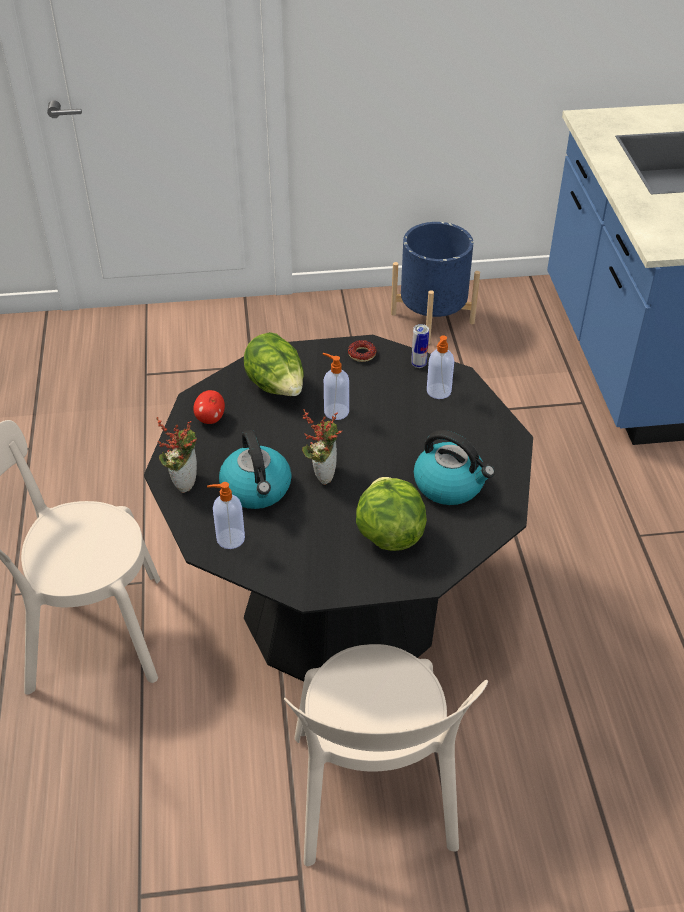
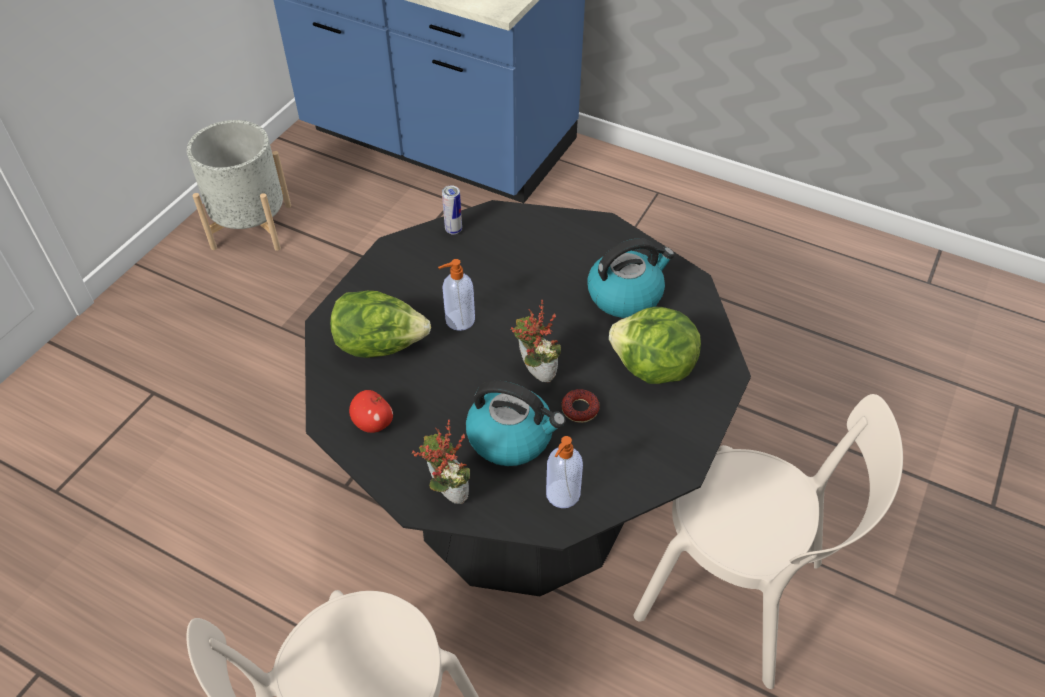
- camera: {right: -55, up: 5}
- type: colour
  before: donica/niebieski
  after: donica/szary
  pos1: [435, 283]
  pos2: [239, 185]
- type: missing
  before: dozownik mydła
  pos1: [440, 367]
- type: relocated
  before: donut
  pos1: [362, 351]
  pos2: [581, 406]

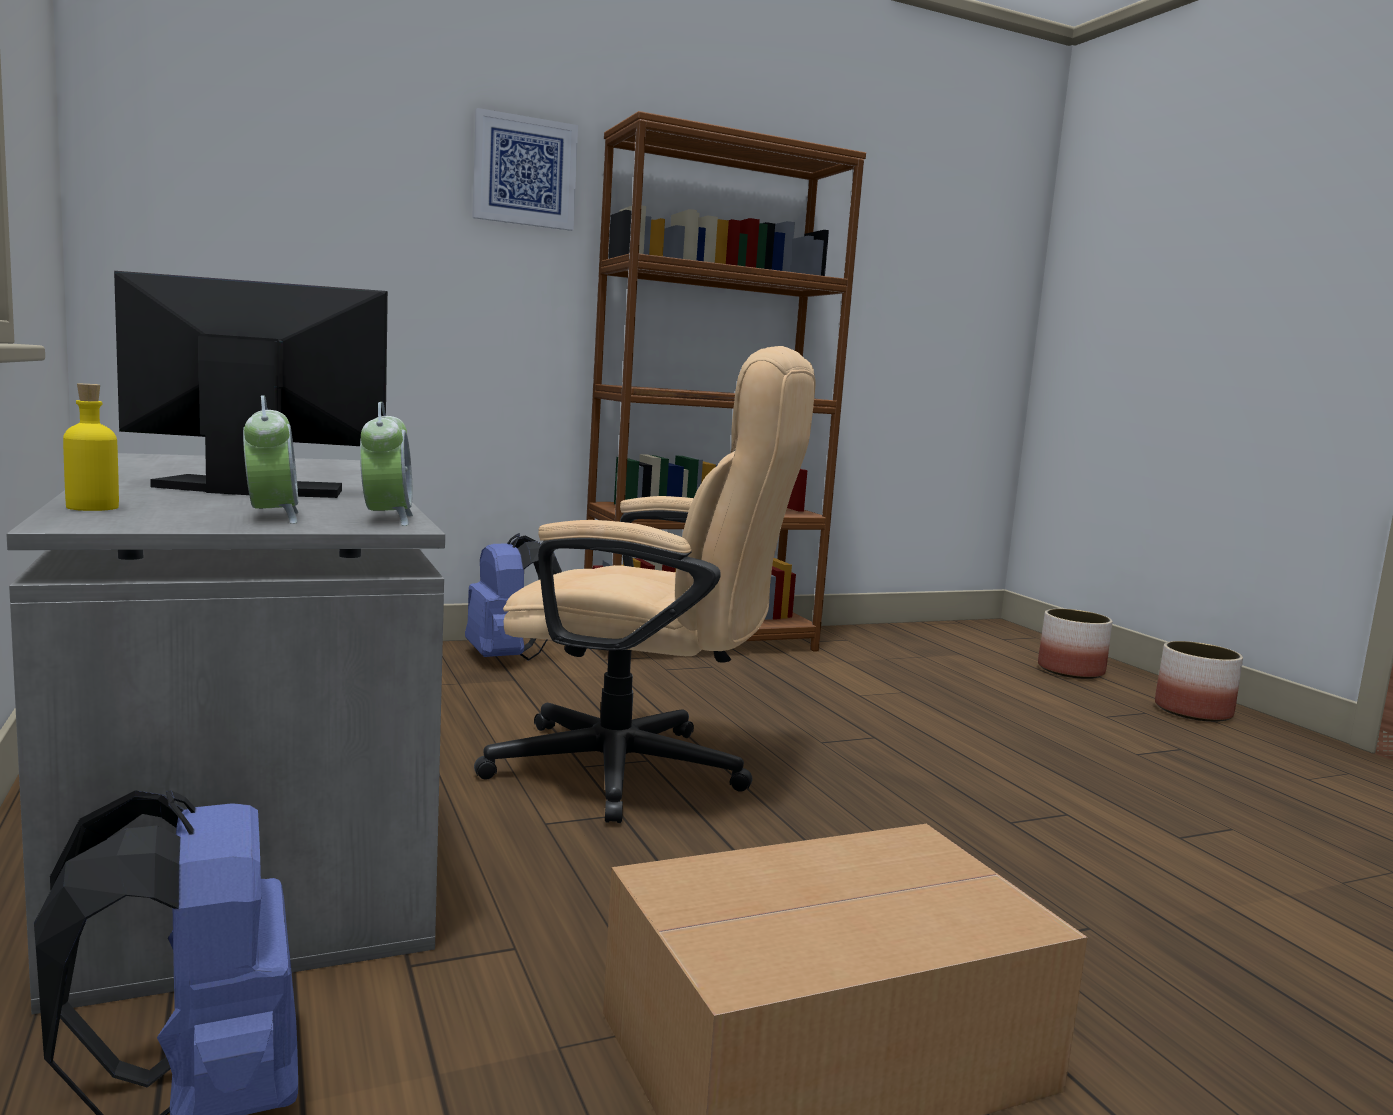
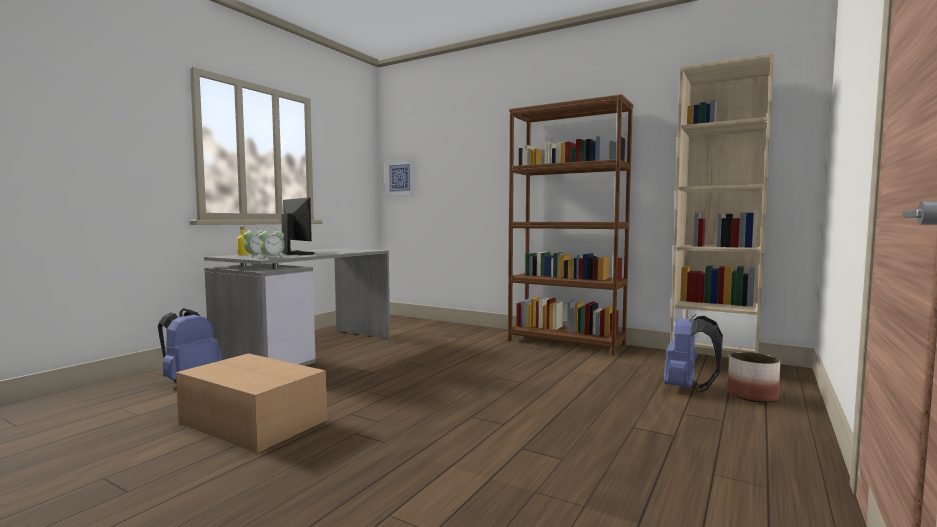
- camera: {right: 55, up: -5}
- type: relocated
  before: obraz
  pos1: [525, 169]
  pos2: [400, 177]
- type: missing
  before: krzesło biurowe/beżowy
  pos1: [645, 584]
- type: relocated
  before: plecak/niebieski
  pos1: [513, 597]
  pos2: [693, 353]
- type: missing
  before: donica
  pos1: [1199, 681]
- type: appeared
  after: regał/beżowy
  pos2: [722, 203]

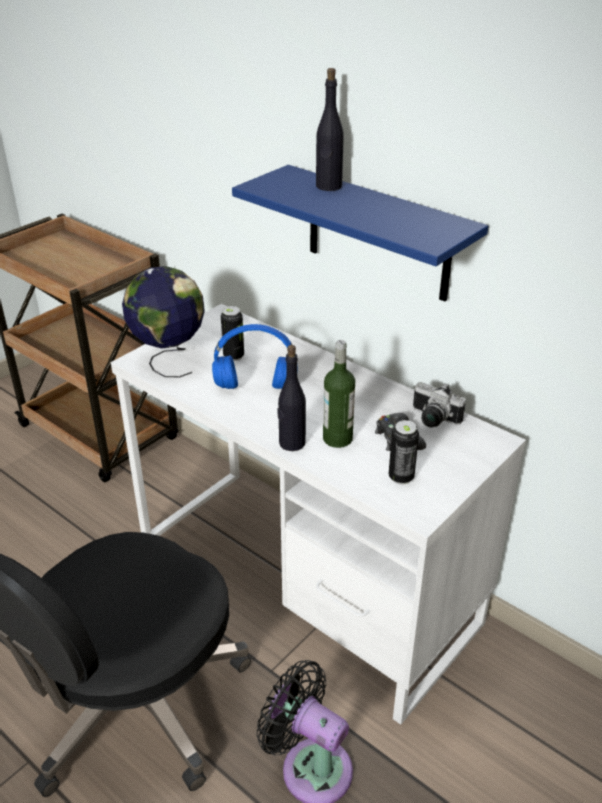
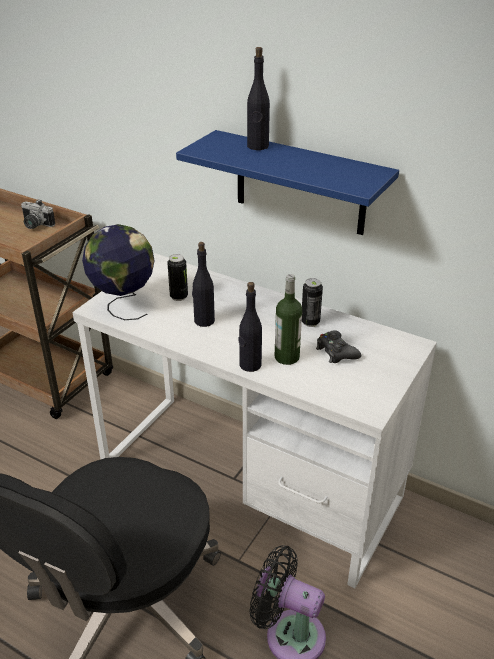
- camera: {right: -10, up: 0}
- type: exchanged
  before: słuchawki/niebieski
  after: butelka/czarny
  pos1: [252, 356]
  pos2: [203, 284]
- type: relocated
  before: aparat fotograficzny
  pos1: [439, 404]
  pos2: [38, 214]
- type: relocated
  before: puszka
  pos1: [404, 452]
  pos2: [312, 302]

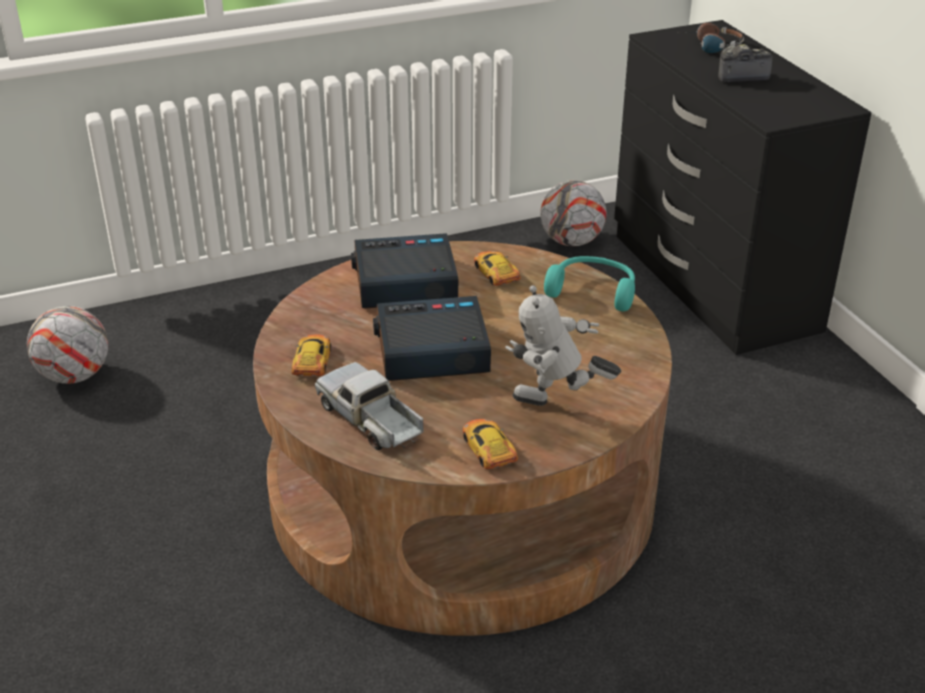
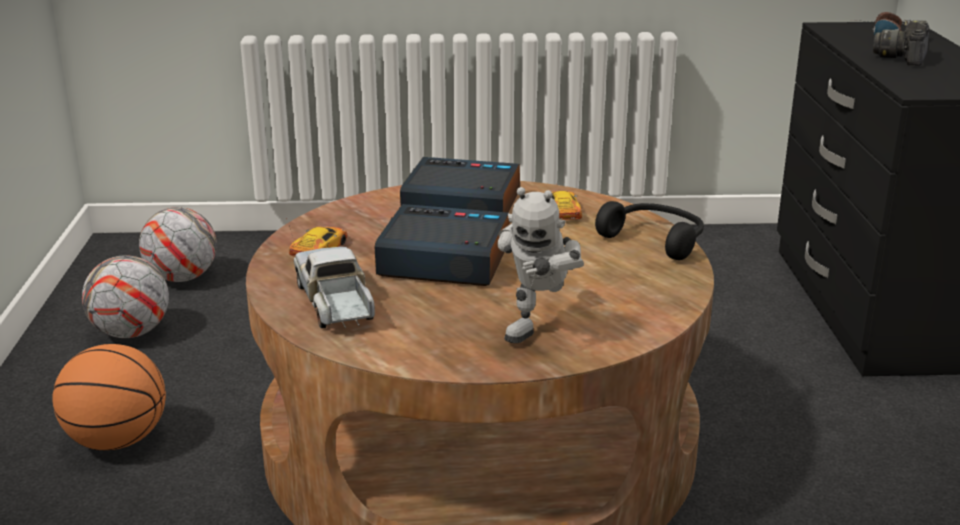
- camera: {right: 20, up: -10}
- type: spun
  before: aparat fotograficzny
  pos1: [745, 63]
  pos2: [901, 43]
  turn: -75
- type: relocated
  before: piłka futbolowa
  pos1: [573, 213]
  pos2: [125, 296]
- type: colour
  before: słuchawki/turkusowy
  after: słuchawki/czarny
  pos1: [589, 283]
  pos2: [649, 230]
- type: spun
  before: robot zabawkowy
  pos1: [563, 345]
  pos2: [540, 265]
  turn: -90
- type: missing
  before: samochodzik
  pos1: [490, 444]
- type: appeared
  after: piłka do koszykówki
  pos2: [109, 397]

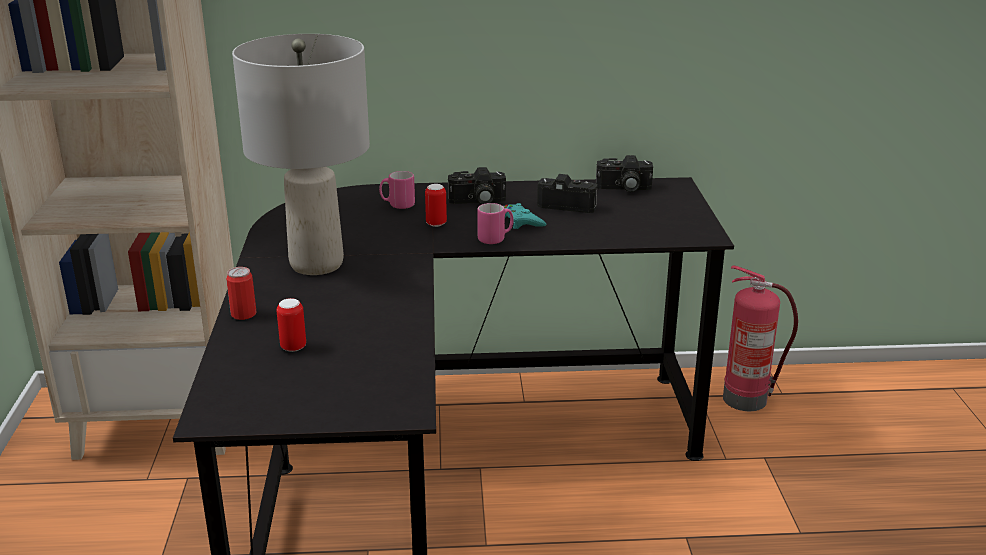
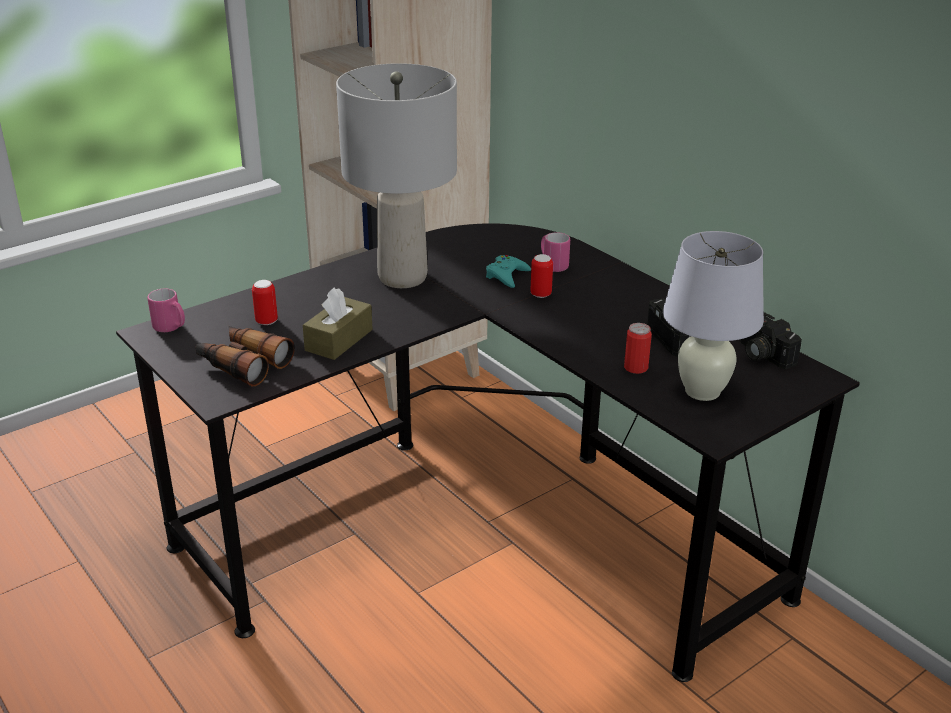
- camera: {right: 55, up: 5}
- type: missing
  before: aparat fotograficzny
  pos1: [477, 186]
- type: relocated
  before: kubek/różowy
  pos1: [495, 223]
  pos2: [166, 310]
- type: relocated
  before: pad do gier/turkusowy
  pos1: [524, 216]
  pos2: [508, 271]
- type: missing
  before: gaśnica
  pos1: [760, 338]
- type: relocated
  before: puszka
  pos1: [241, 293]
  pos2: [638, 348]
- type: appeared
  after: lampa stołowa/biały
  pos2: [713, 316]
- type: appeared
  after: pudełko chusteczek/brązowy
  pos2: [338, 323]
- type: appeared
  after: lornetka
  pos2: [245, 356]

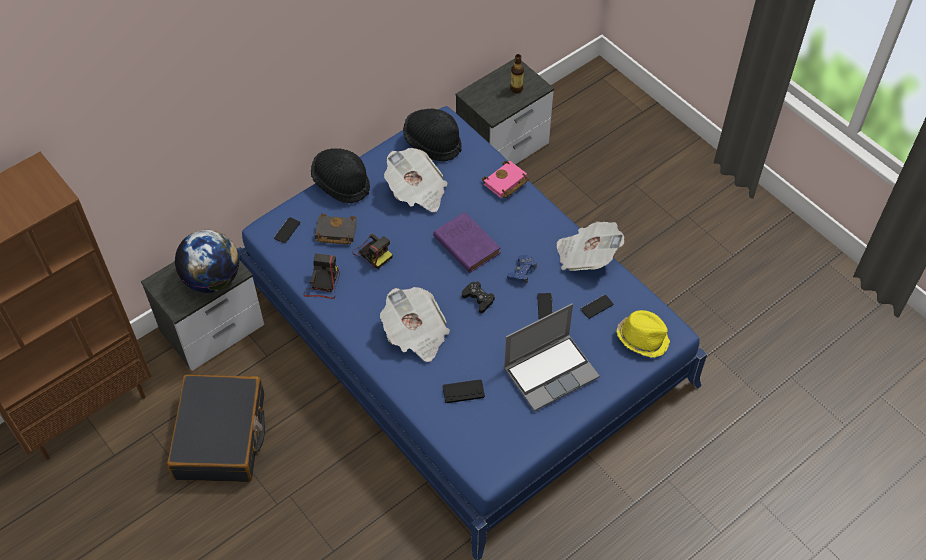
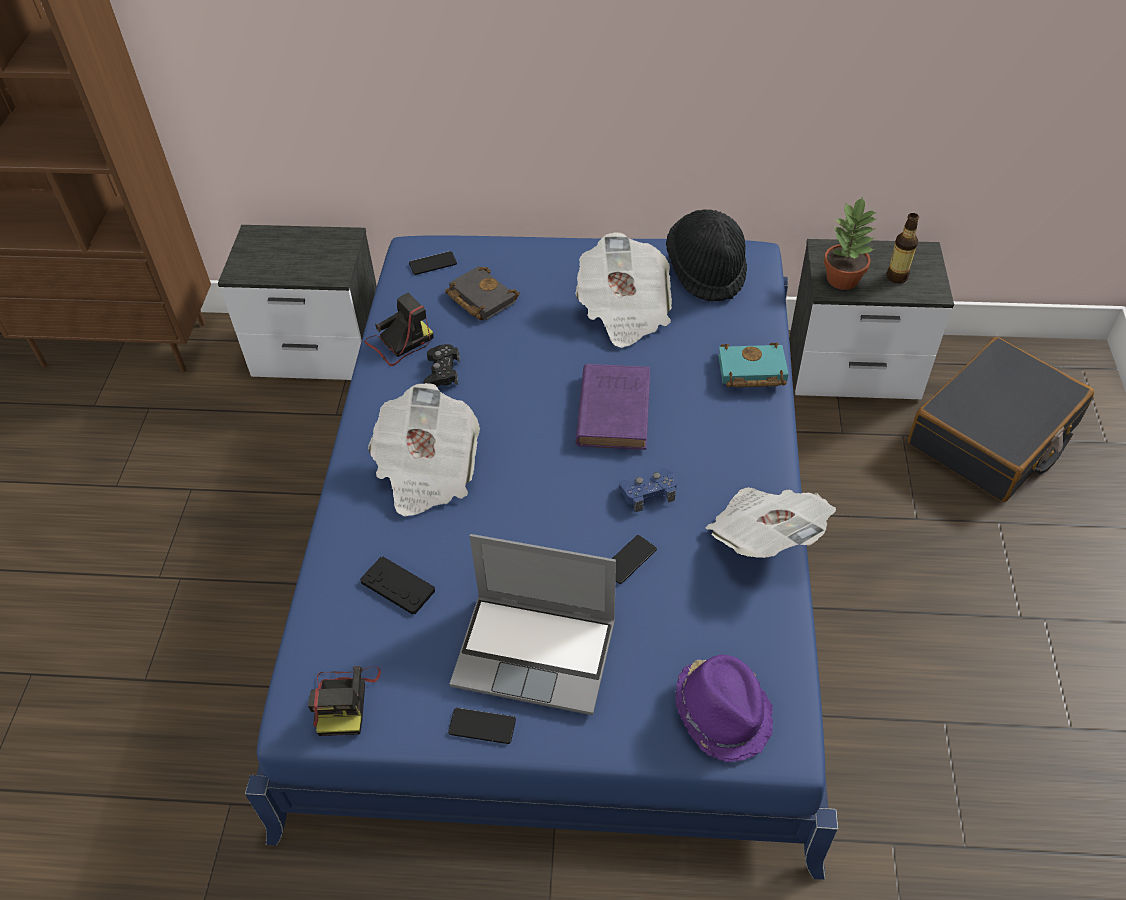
- camera: {right: 45, up: -5}
- type: missing
  before: kapelusz/czarny
  pos1: [340, 175]
- type: colour
  before: książka/różowy
  after: książka/turkusowy
  pos1: [505, 179]
  pos2: [753, 364]
- type: missing
  before: globus
  pos1: [207, 261]
- type: relocated
  before: aparat fotograficzny
  pos1: [372, 251]
  pos2: [344, 701]
- type: relocated
  before: pad do gier/czarny
  pos1: [478, 297]
  pos2: [442, 365]
- type: relocated
  before: telefon
  pos1: [597, 307]
  pos2: [482, 726]
- type: colour
  before: kapelusz/żółty
  after: kapelusz/fioletowy
  pos1: [643, 334]
  pos2: [724, 708]
- type: relocated
  before: walizka/czarny
  pos1: [216, 428]
  pos2: [1001, 419]
- type: appeared
  after: roślina doniczkowa
  pos2: [851, 243]

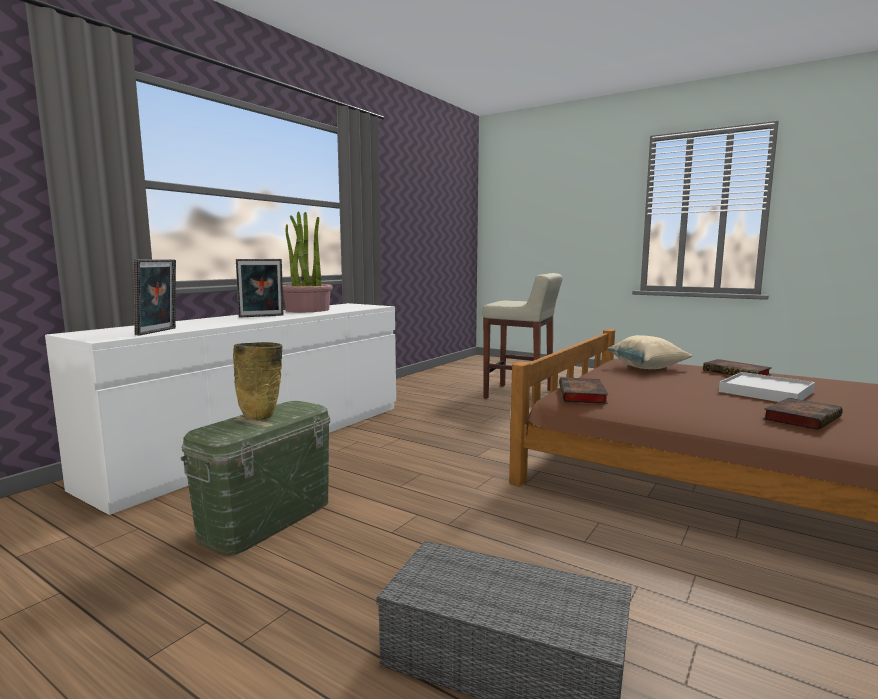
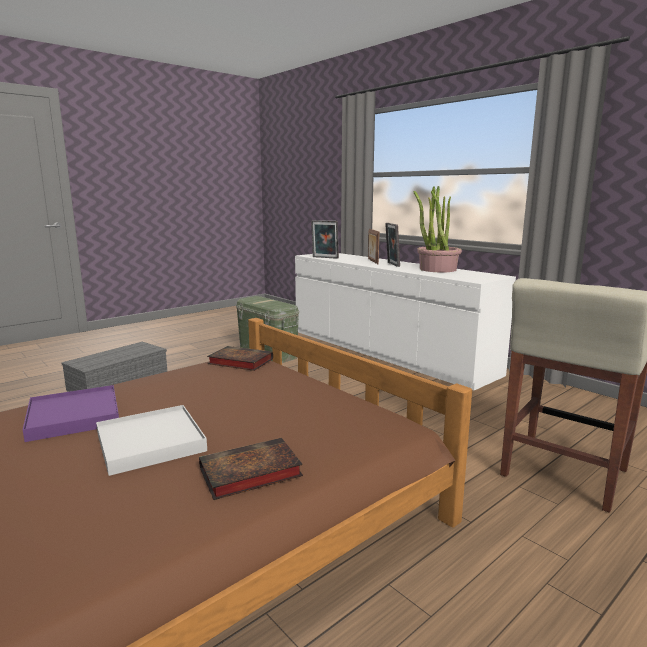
- camera: {right: 105, up: 5}
- type: missing
  before: poduszka/beżowy
  pos1: [650, 352]
- type: missing
  before: wazon/beżowy
  pos1: [258, 381]
- type: exchanged
  before: książka
  after: taca/fioletowy
  pos1: [803, 414]
  pos2: [70, 413]
- type: appeared
  after: ramka na zdjęcie
  pos2: [373, 246]

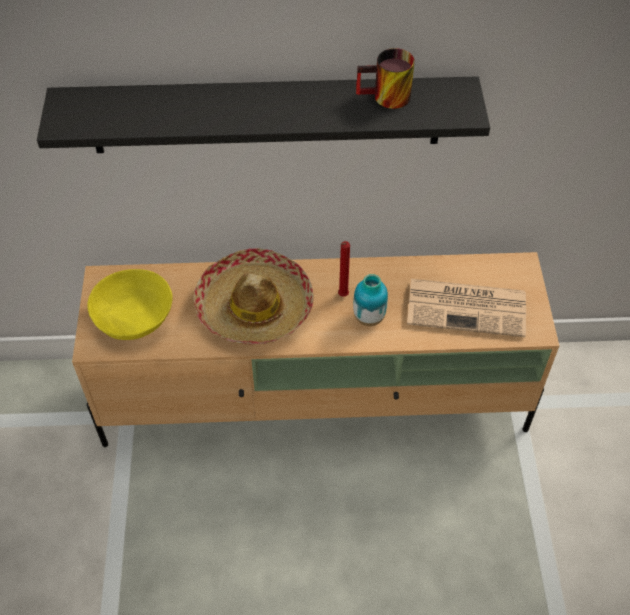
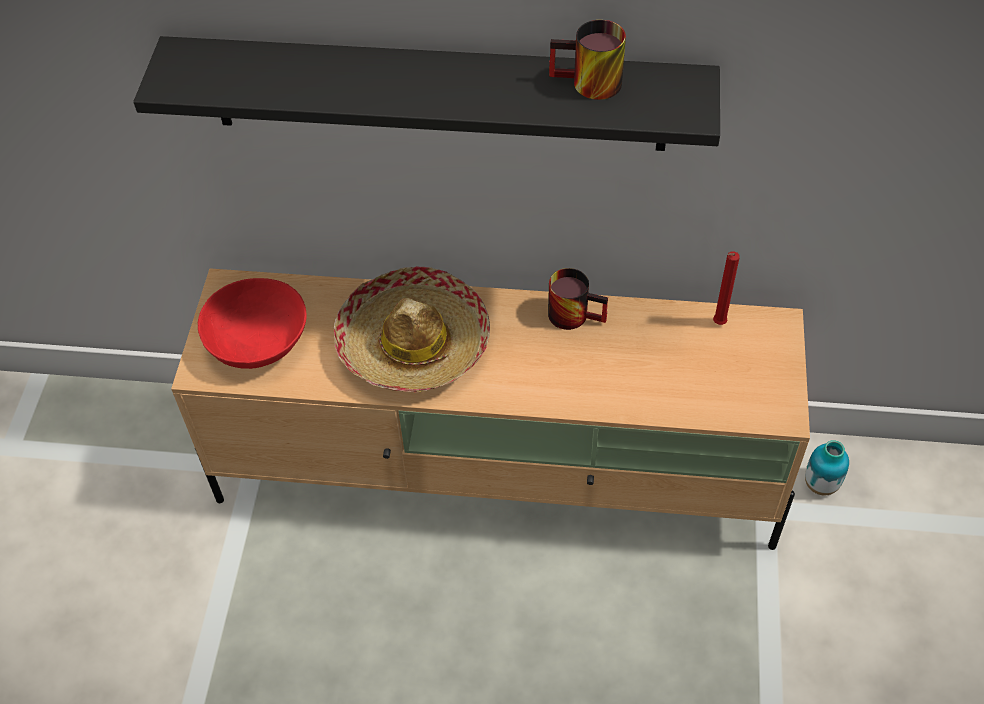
- camera: {right: 10, up: 0}
- type: relocated
  before: świeca/czerwony
  pos1: [344, 269]
  pos2: [726, 288]
- type: colour
  before: miska/żółty
  after: miska/czerwony
  pos1: [130, 304]
  pos2: [252, 323]
- type: relocated
  before: wazon
  pos1: [370, 300]
  pos2: [827, 467]
- type: missing
  before: gazeta
  pos1: [466, 308]
- type: appeared
  after: kubek
  pos2: [578, 299]

